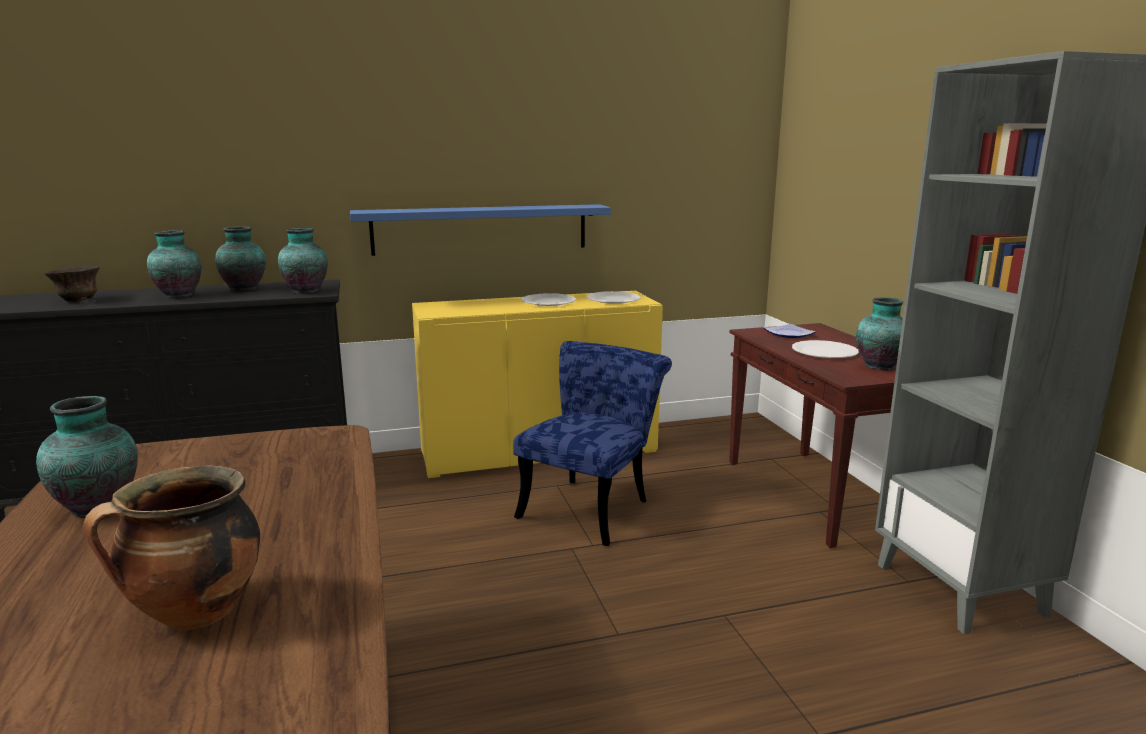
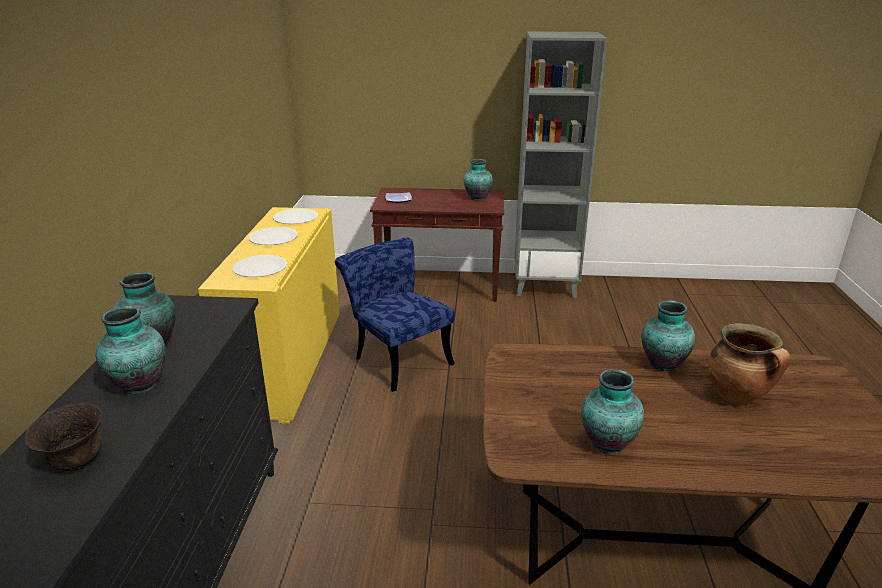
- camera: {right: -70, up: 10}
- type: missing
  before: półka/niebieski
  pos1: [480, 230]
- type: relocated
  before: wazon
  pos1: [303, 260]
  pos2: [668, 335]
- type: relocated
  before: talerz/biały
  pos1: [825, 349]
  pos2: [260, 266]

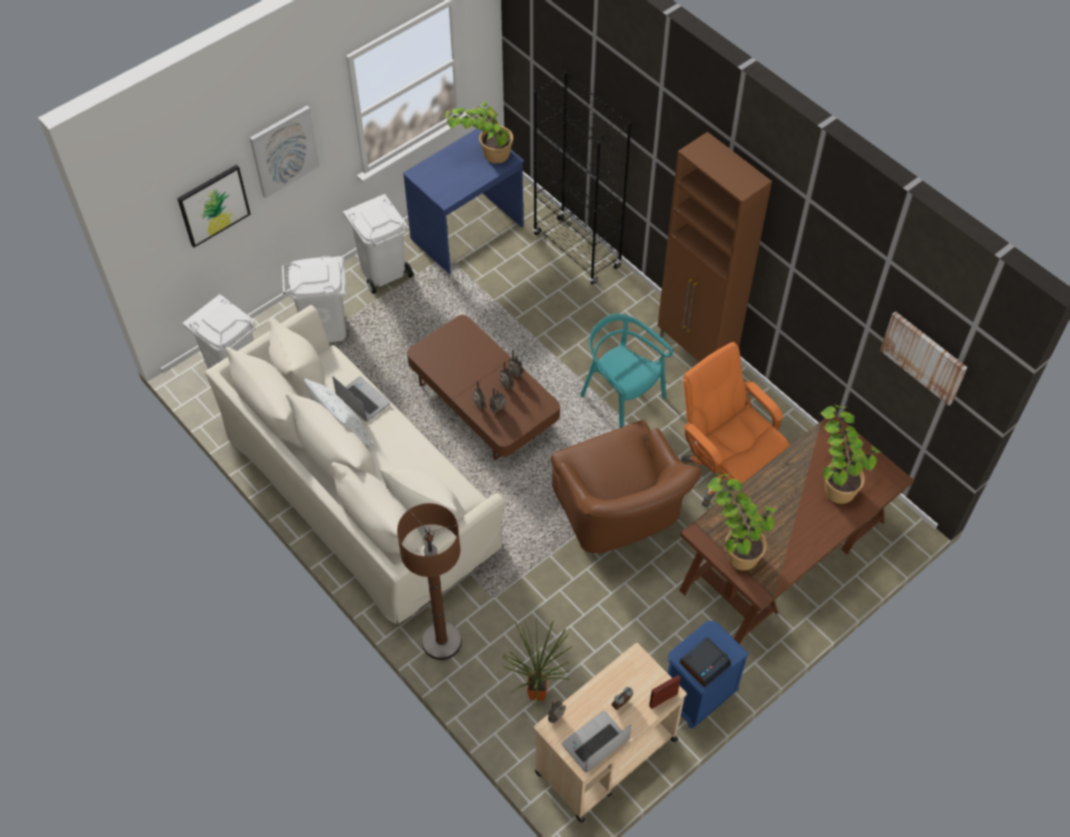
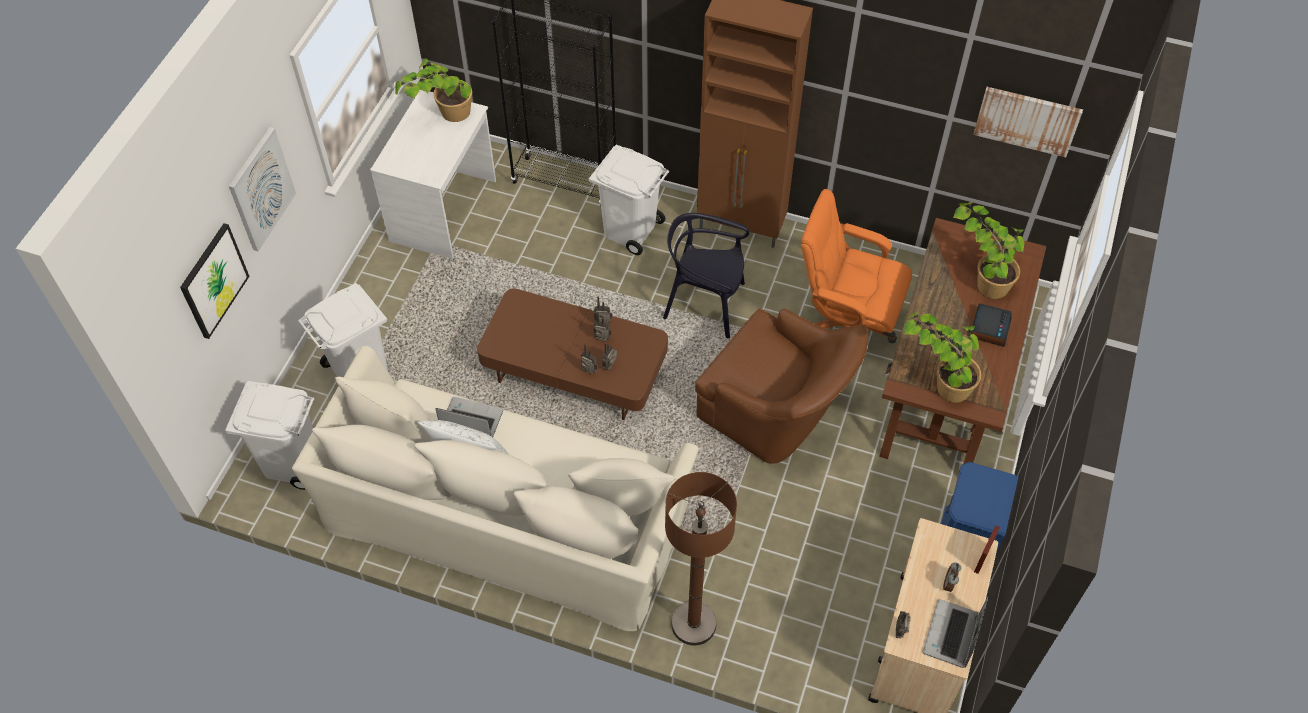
- camera: {right: -30, up: 0}
- type: colour
  before: biurko/niebieski
  after: biurko/biały
  pos1: [463, 201]
  pos2: [433, 174]
- type: relocated
  before: kosz na śmieci/biały
  pos1: [378, 244]
  pos2: [629, 199]
- type: colour
  before: krzesło/turkusowy
  after: krzesło/czarny
  pos1: [626, 371]
  pos2: [706, 275]
- type: missing
  before: roślina doniczkowa
  pos1: [537, 662]
- type: relocated
  before: budzik
  pos1: [705, 662]
  pos2: [991, 325]

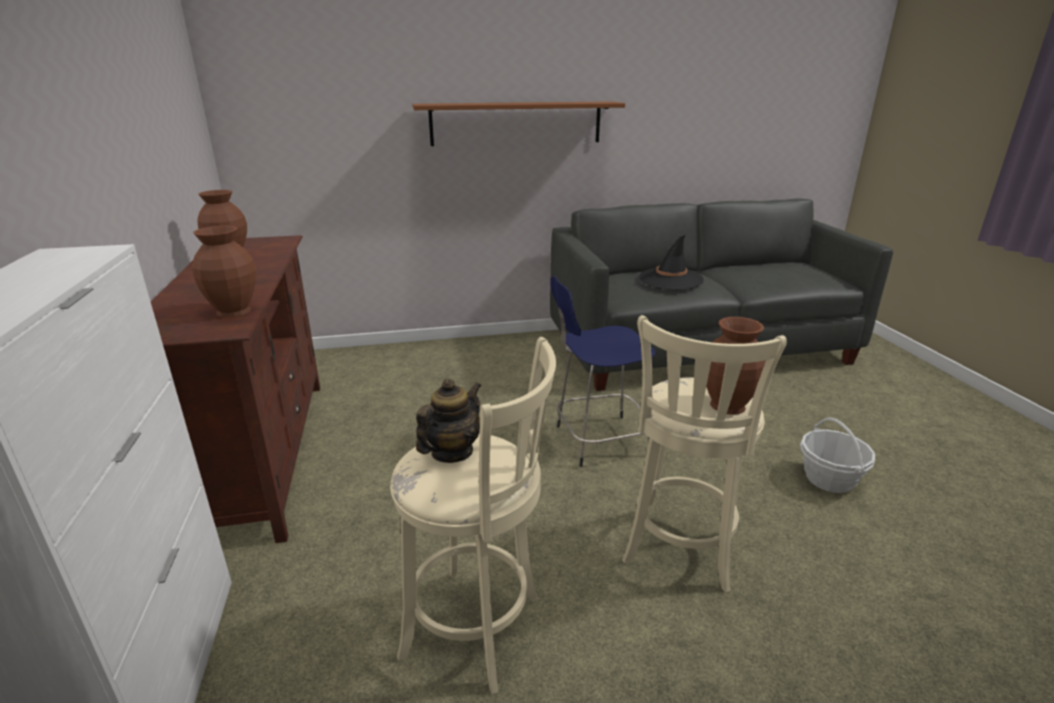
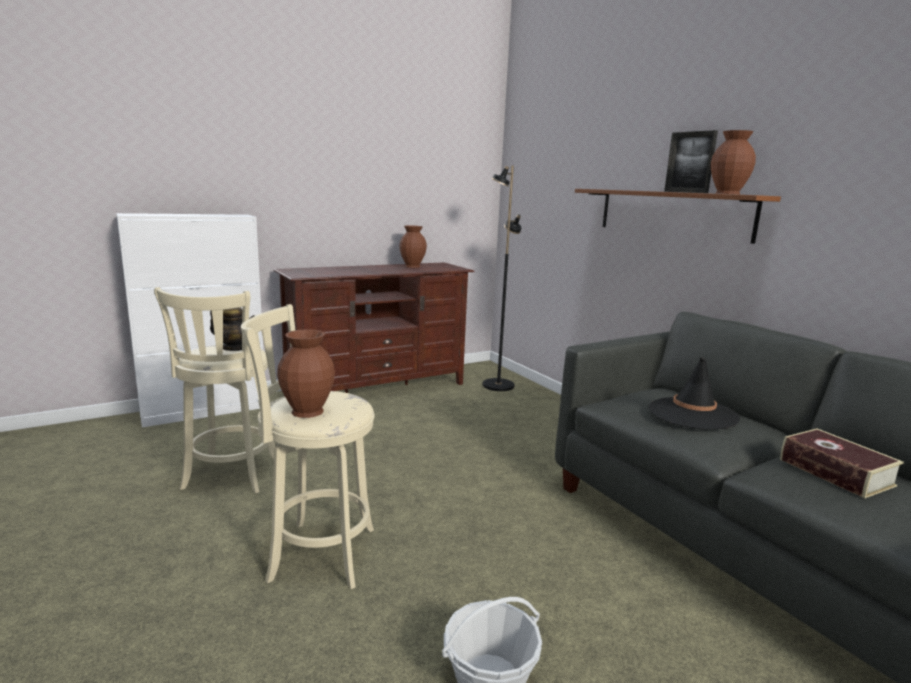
- camera: {right: 70, up: -10}
- type: relocated
  before: wazon/brązowy
  pos1: [224, 271]
  pos2: [733, 162]
- type: missing
  before: stołek/niebieski
  pos1: [602, 371]
- type: appeared
  after: ramka na zdjęcie
  pos2: [691, 161]
- type: appeared
  after: lampa stojąca/czarny
  pos2: [502, 278]
- type: appeared
  after: książka
  pos2: [842, 463]

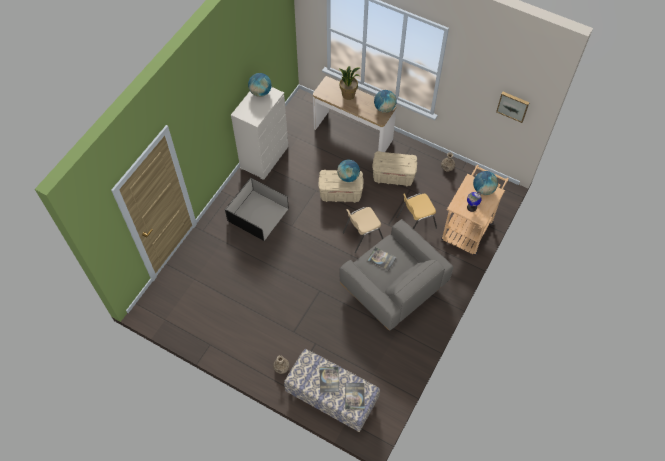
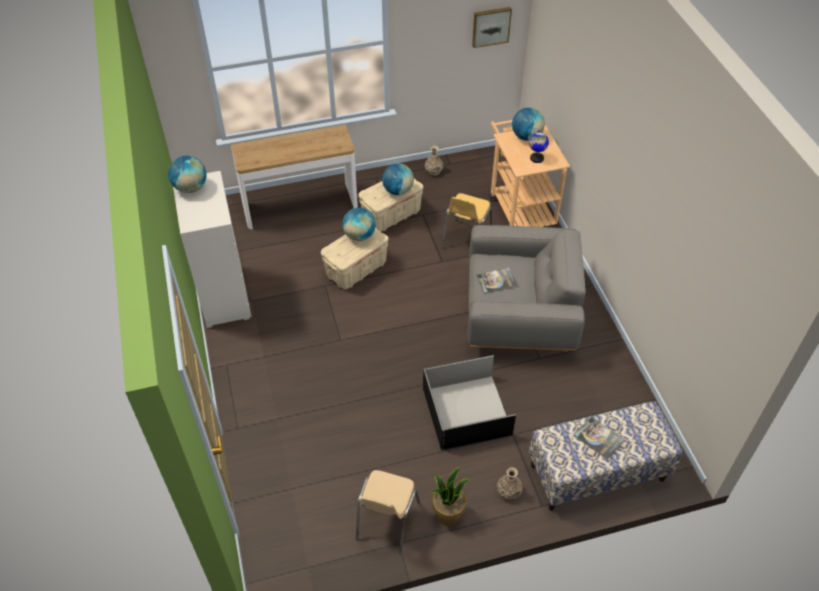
- camera: {right: -45, up: -10}
- type: relocated
  before: roślina doniczkowa
  pos1: [350, 83]
  pos2: [450, 496]
- type: relocated
  before: globus
  pos1: [385, 101]
  pos2: [398, 179]
- type: relocated
  before: pojemnik do przechowywania/czarny
  pos1: [257, 209]
  pos2: [469, 402]
- type: relocated
  before: krzesło/beżowy
  pos1: [363, 230]
  pos2: [388, 511]
- type: missing
  before: książka
  pos1: [355, 396]

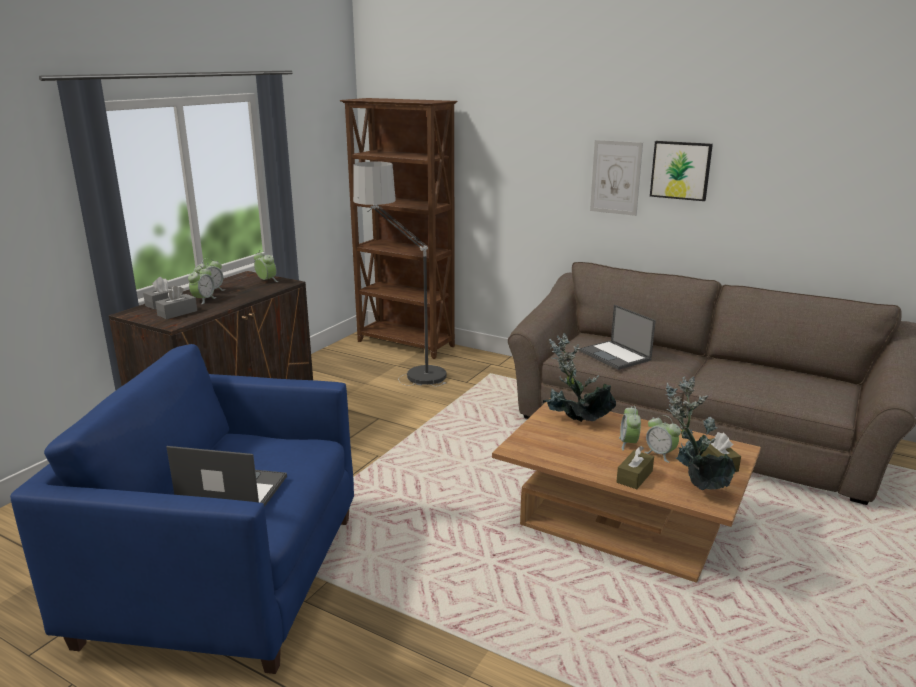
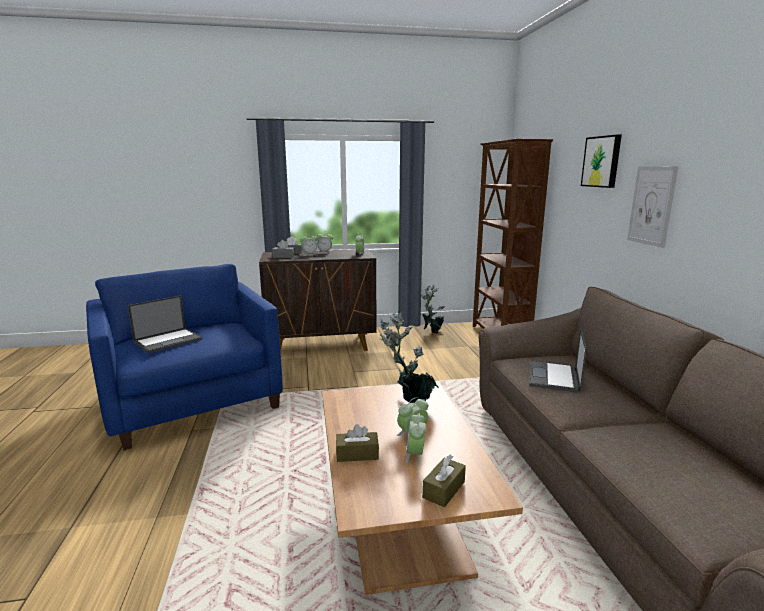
- camera: {right: 50, up: -5}
- type: relocated
  before: obraz
  pos1: [681, 171]
  pos2: [601, 161]
- type: missing
  before: lampa stojąca
  pos1: [400, 273]
- type: relocated
  before: roślina doniczkowa
  pos1: [701, 433]
  pos2: [432, 309]
- type: spun
  before: laptop
  pos1: [226, 476]
  pos2: [164, 324]
  turn: 75

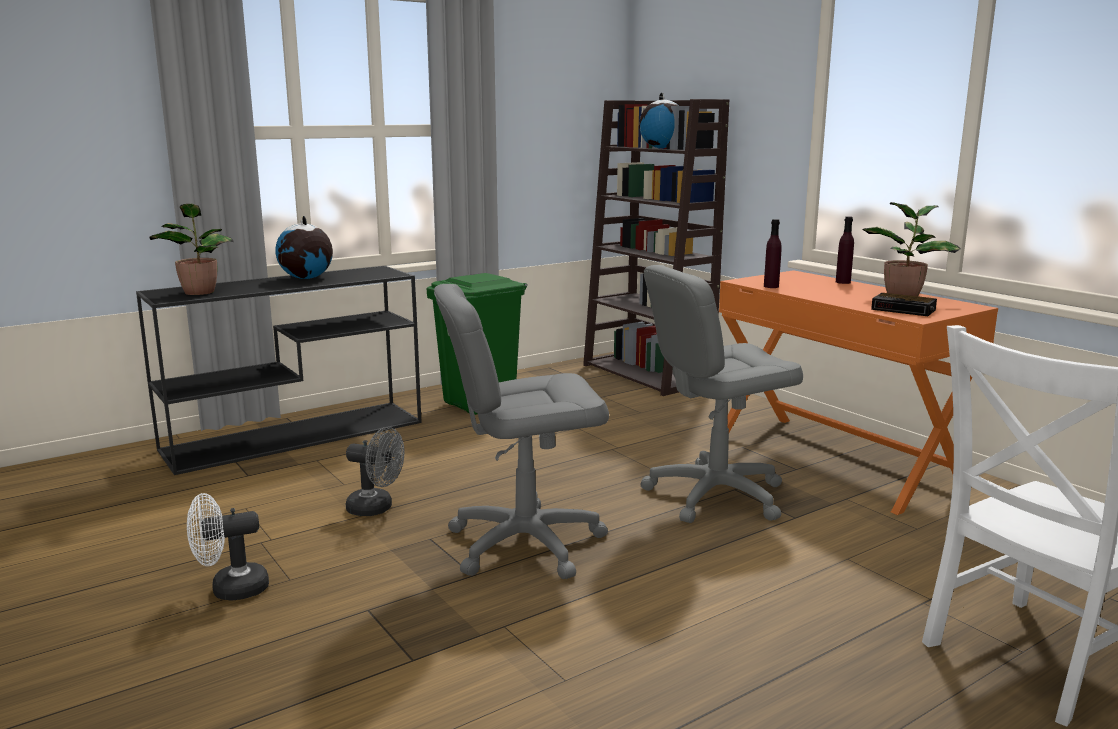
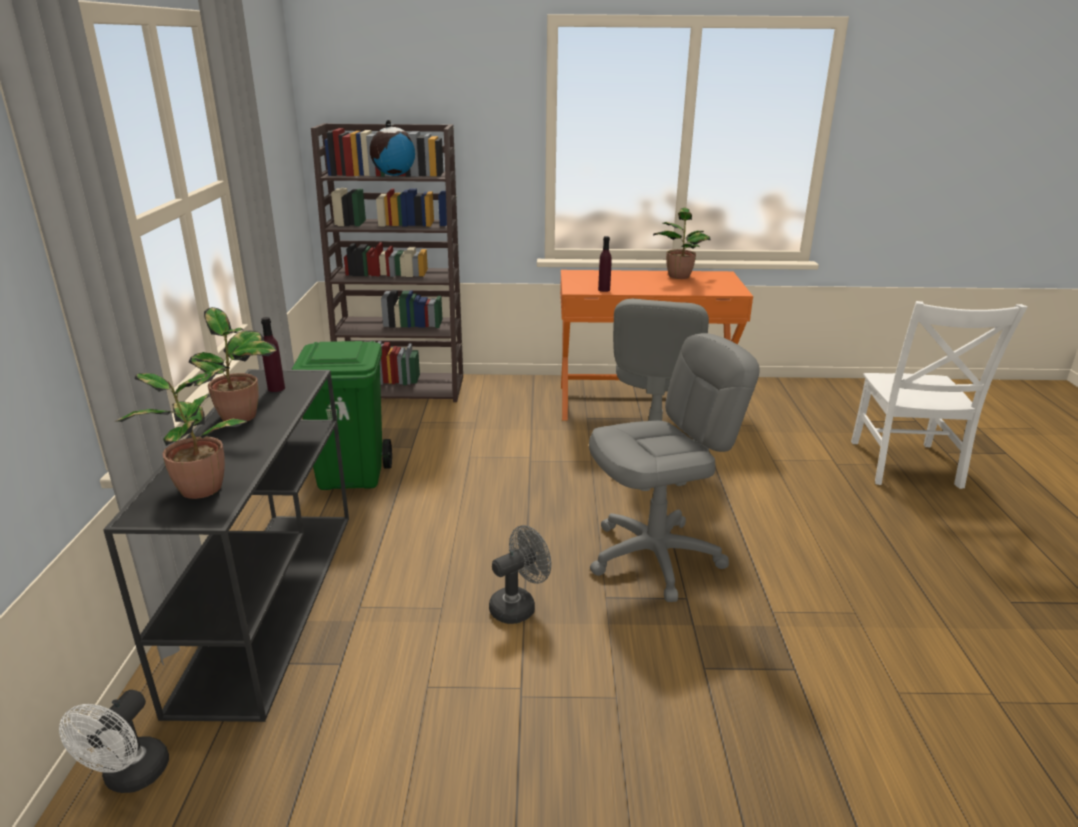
- camera: {right: -55, up: 10}
- type: exchanged
  before: globus
  after: roślina doniczkowa
  pos1: [304, 247]
  pos2: [233, 364]
- type: relocated
  before: butelka/fioletowy
  pos1: [845, 250]
  pos2: [273, 354]
- type: spun
  before: krzesło biurowe/szary
  pos1: [521, 431]
  pos2: [674, 467]
  turn: -135
- type: missing
  before: budzik
  pos1: [904, 304]
- type: relocated
  before: wentylator/biały
  pos1: [228, 547]
  pos2: [114, 741]

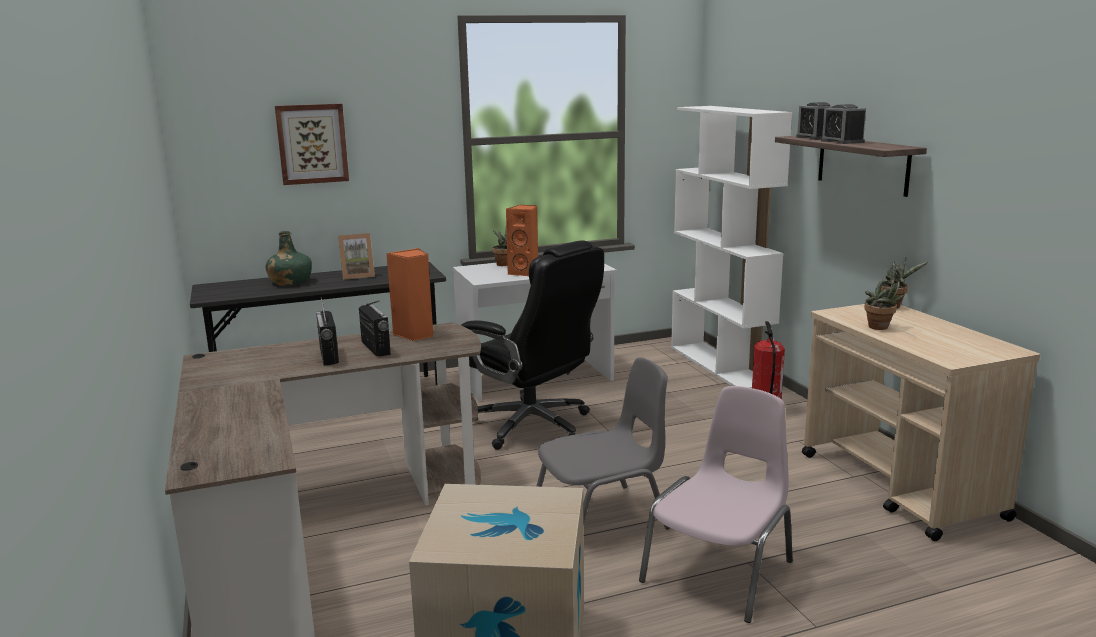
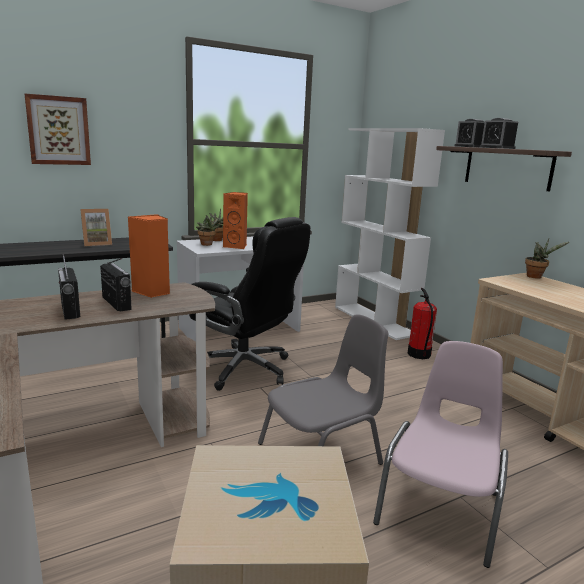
- camera: {right: -10, up: 0}
- type: missing
  before: butelka/zielony
  pos1: [289, 258]
- type: relocated
  before: roślina doniczkowa
  pos1: [884, 302]
  pos2: [208, 230]

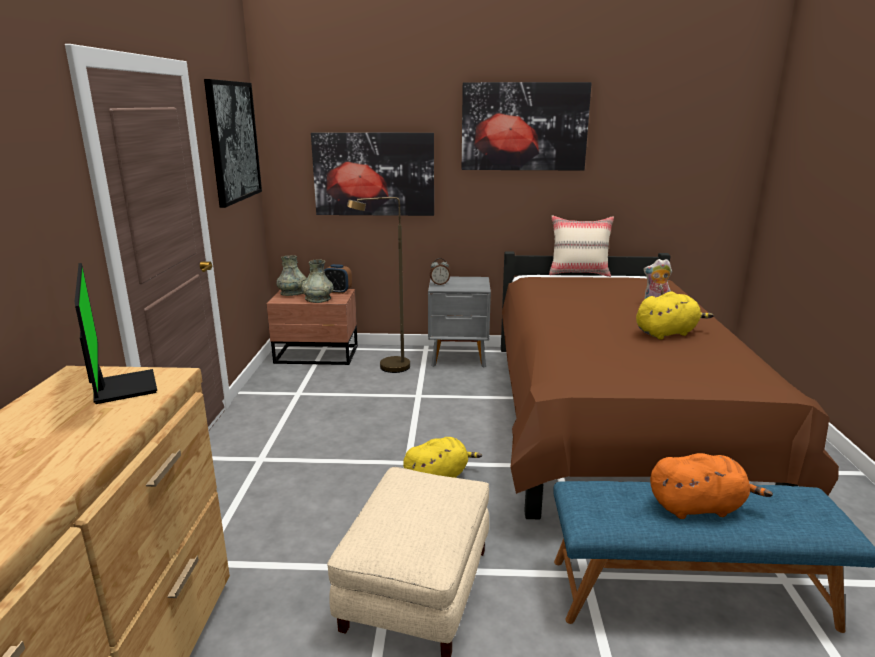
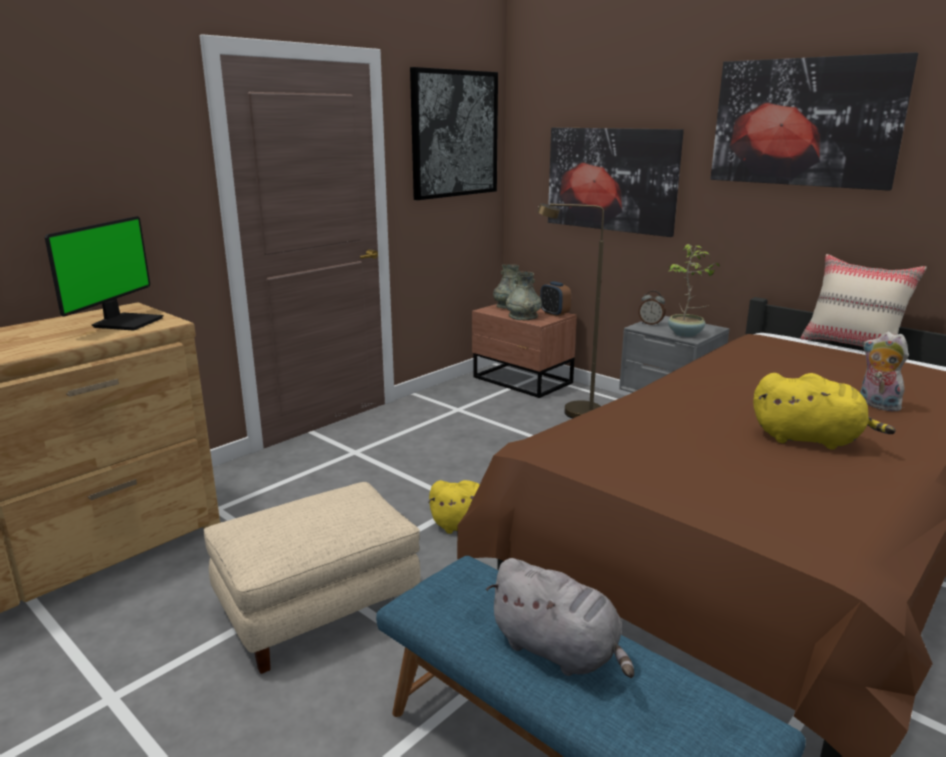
- camera: {right: 40, up: 0}
- type: colour
  before: pluszak/pomarańczowy
  after: pluszak/szary
  pos1: [711, 486]
  pos2: [560, 618]
- type: appeared
  after: roślina doniczkowa
  pos2: [694, 290]

